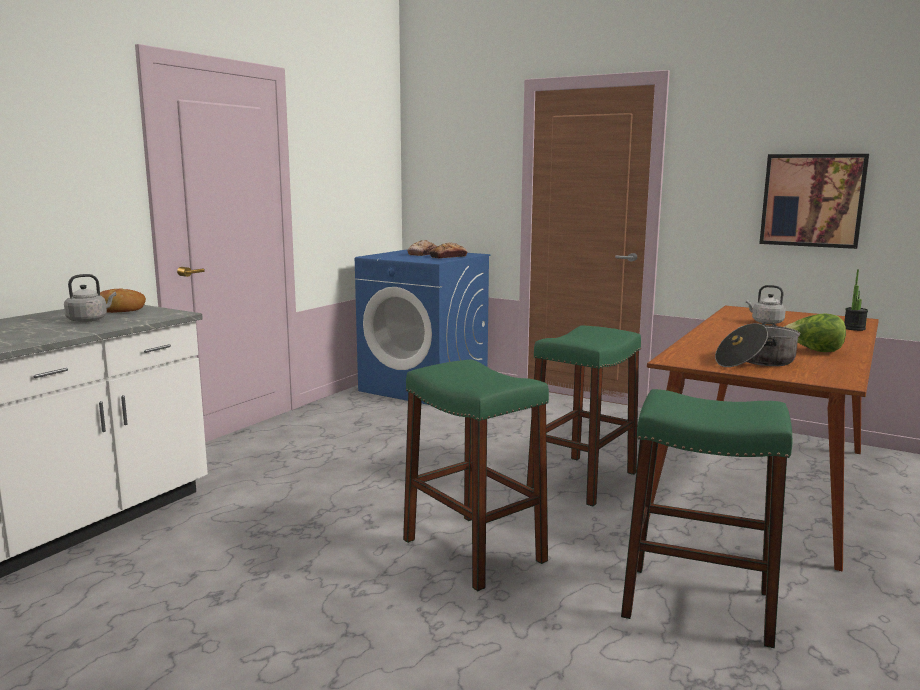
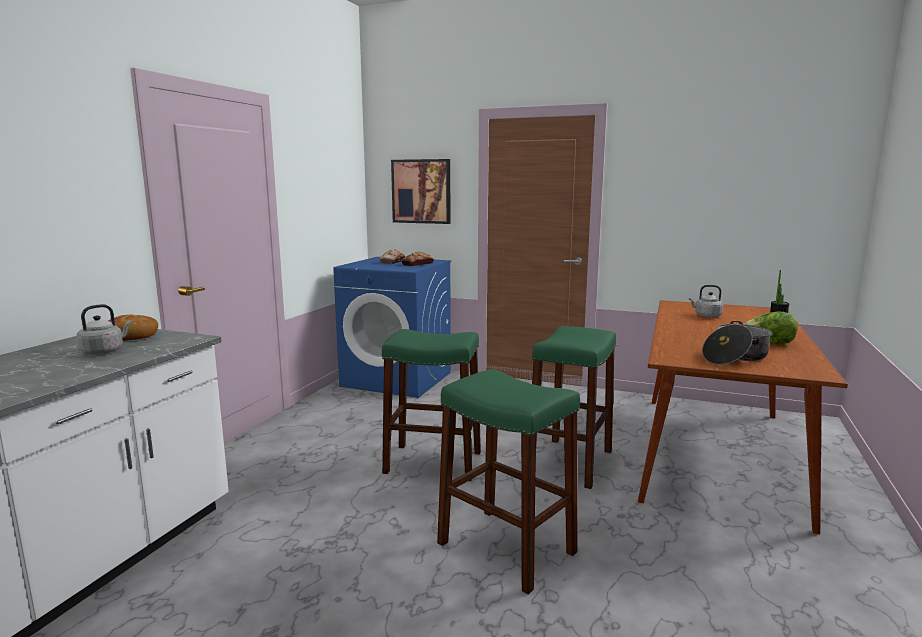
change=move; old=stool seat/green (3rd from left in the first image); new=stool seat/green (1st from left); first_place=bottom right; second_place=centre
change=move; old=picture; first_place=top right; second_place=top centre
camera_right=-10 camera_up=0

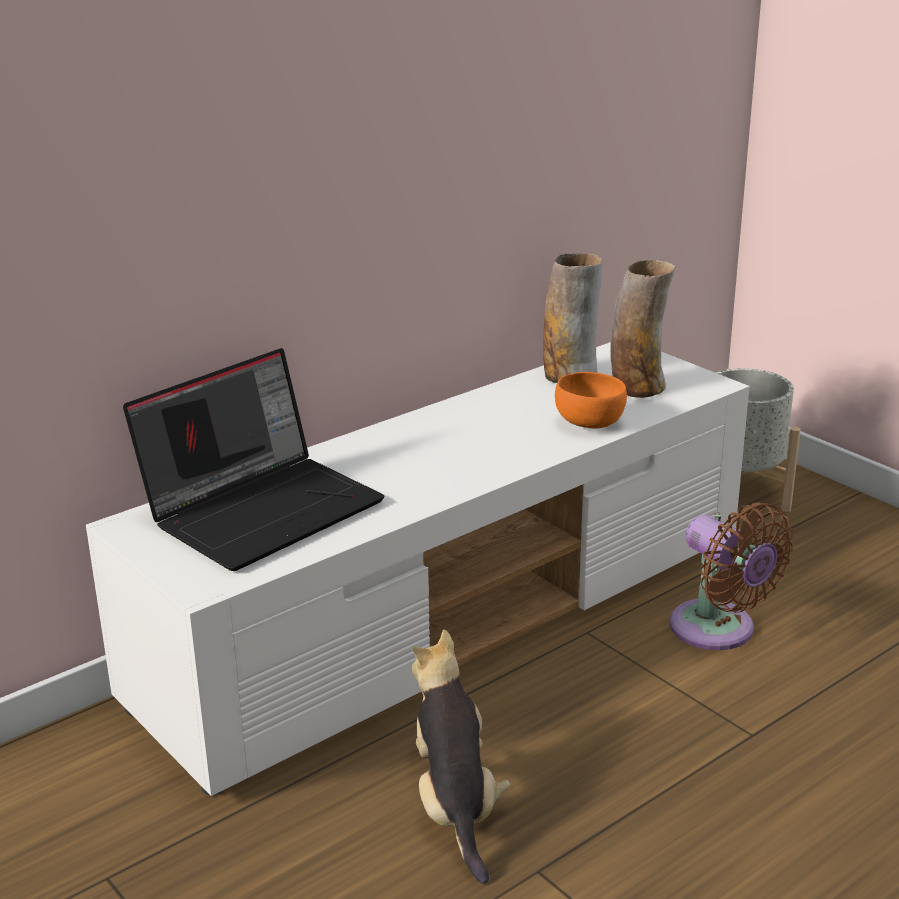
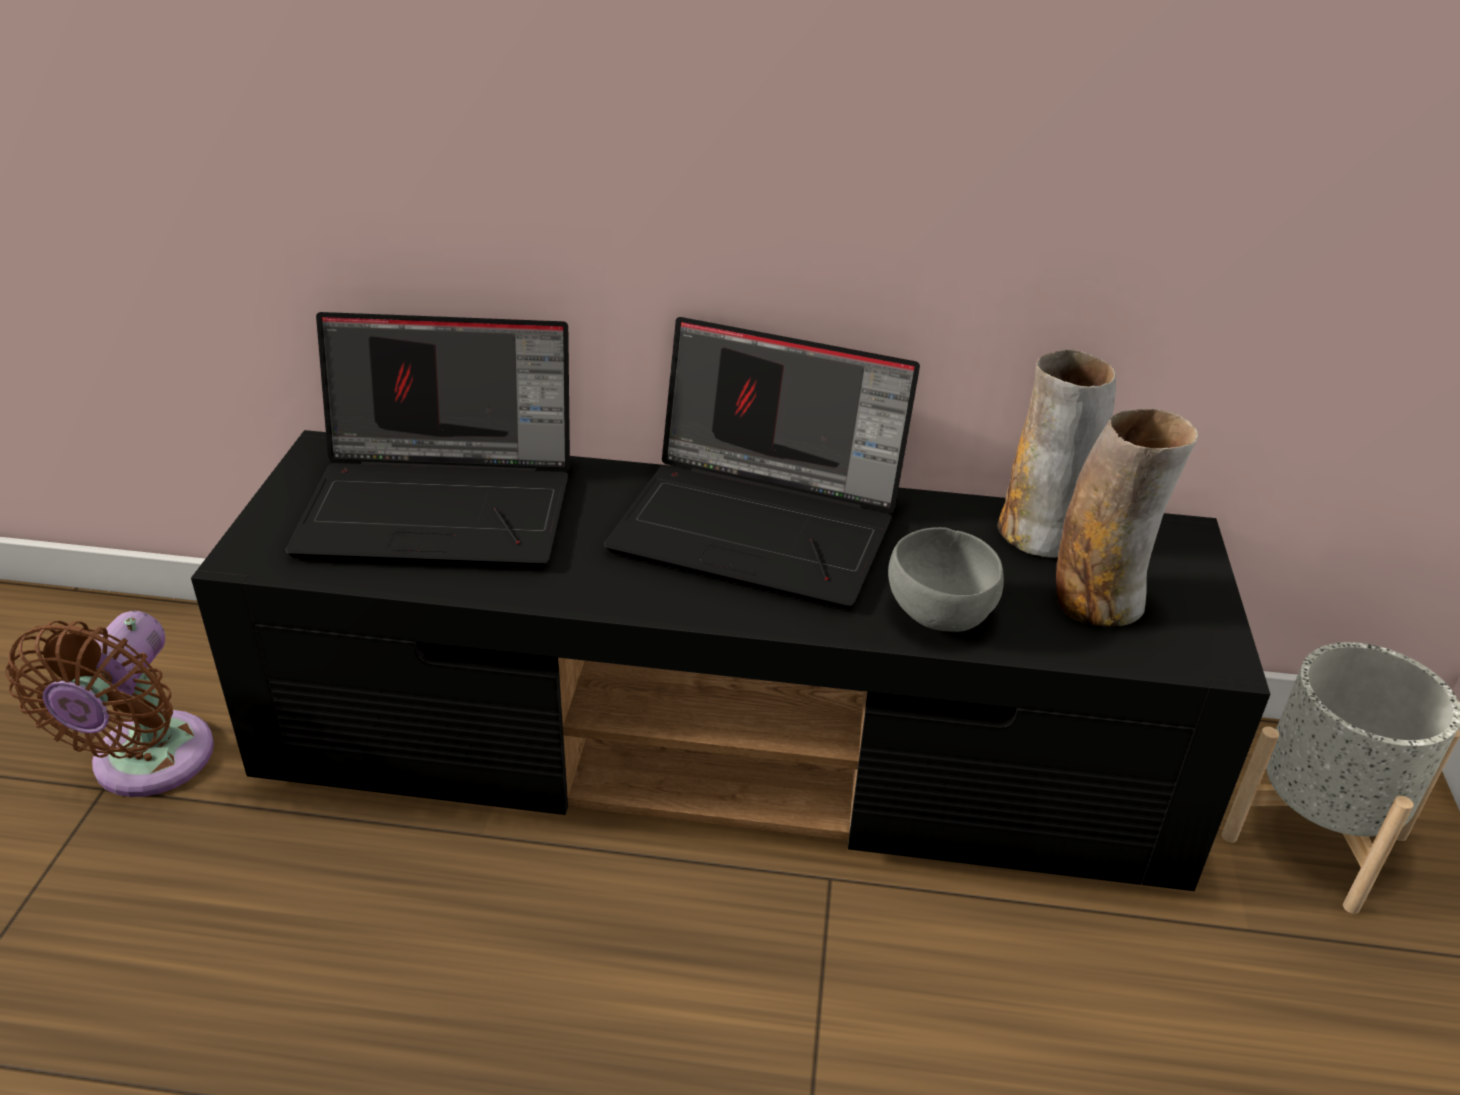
change=move; old=electric fan/brown-coloured; first_place=middle right; second_place=middle left
change=recolor; old=media console/white-coloured; new=media console/blackish; first_place=centre; second_place=centre
change=insert; new=laptop (2nd from left); second_place=centre
change=recolor; old=bowl/orange-coloured; new=bowl/greyish; first_place=centre; second_place=centre
change=delete; old=soft toy; first_place=bottom centre
camera_right=45 camera_up=10

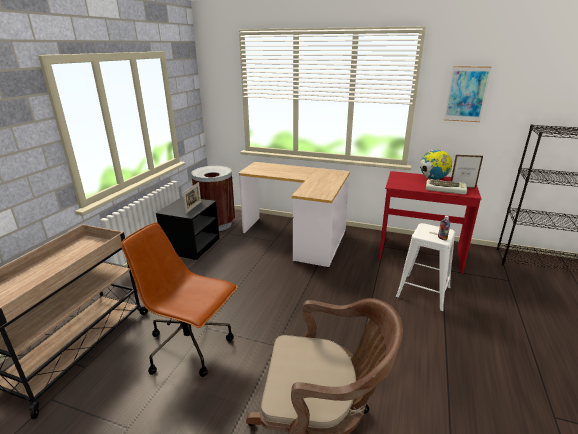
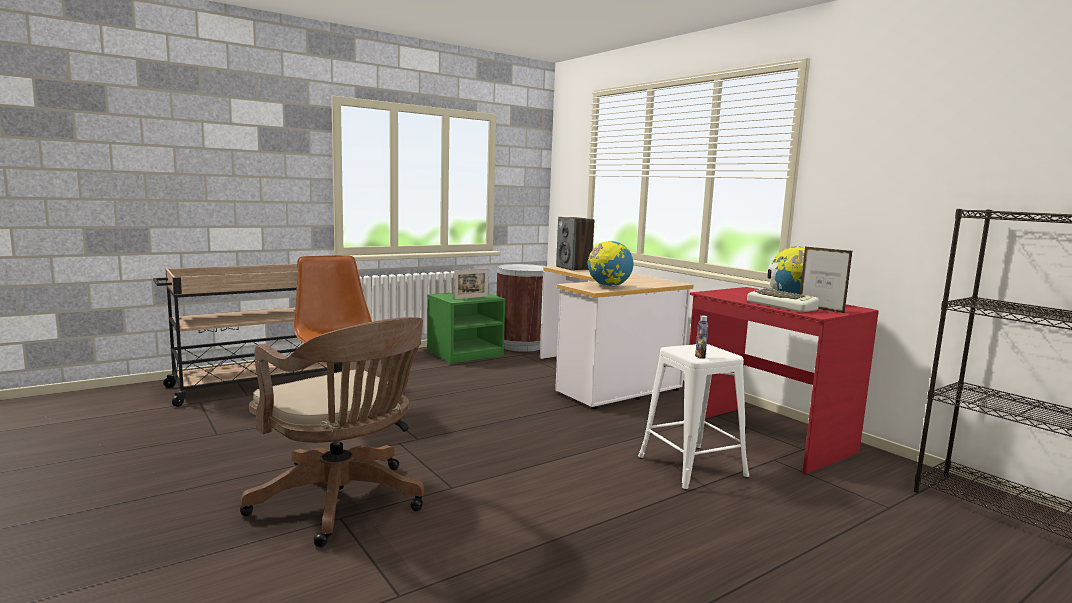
change=recolor; old=bedside table/blackish; new=bedside table/green; first_place=middle left; second_place=centre
change=insert; new=loudspeaker; second_place=centre
change=insert; new=desk globe (1st from left); second_place=centre
change=delete; old=picture; first_place=top right
camera_right=35 camera_up=-15

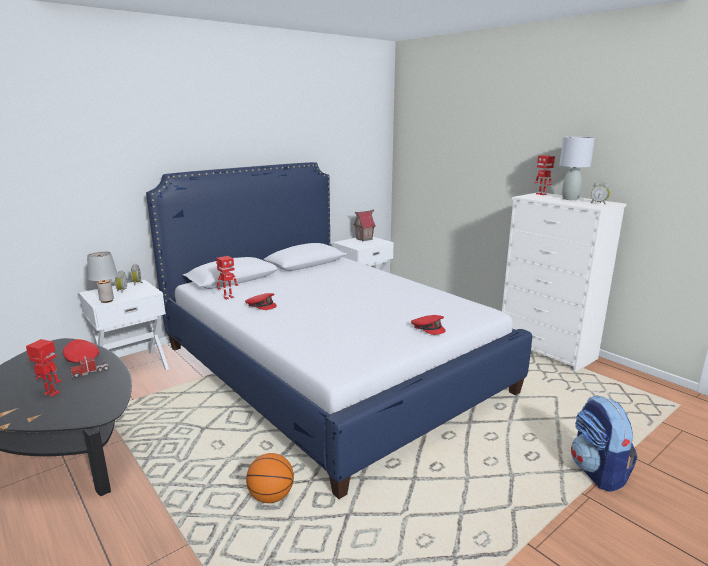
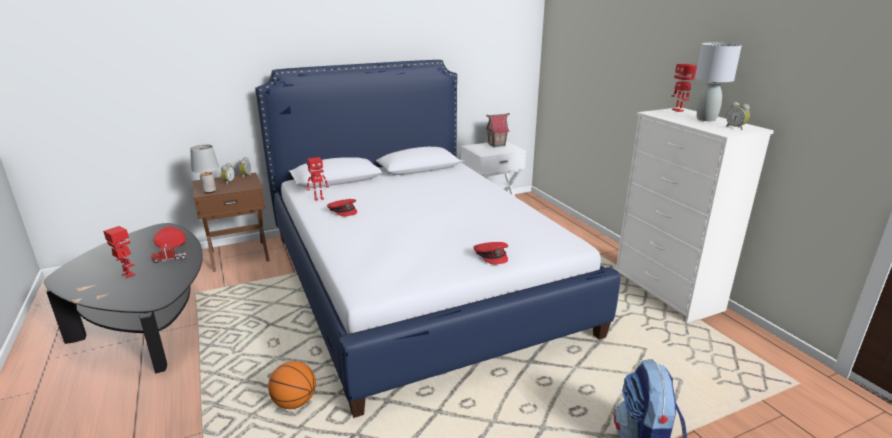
change=recolor; old=bedside table/white-coloured (1st from left); new=bedside table/brown-coloured; first_place=middle left; second_place=middle left
camera_right=15 camera_up=5

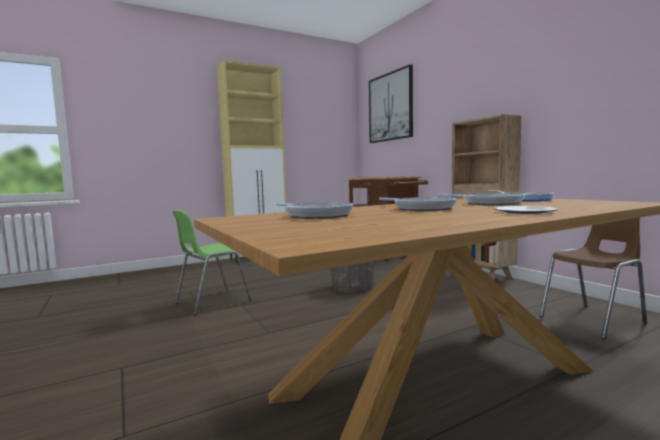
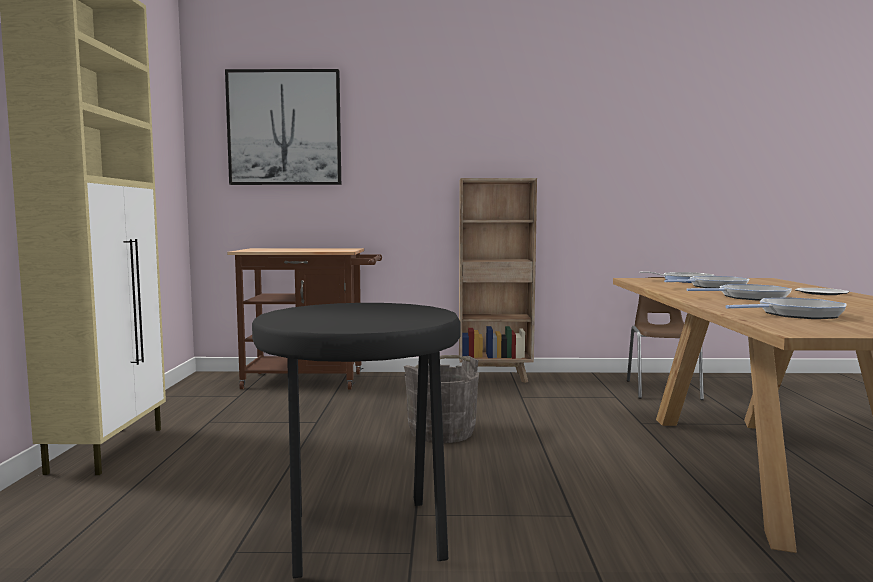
change=replace; old=plain chair/green; new=stool seat/blackish; first_place=middle left; second_place=bottom centre
camera_right=-60 camera_up=0

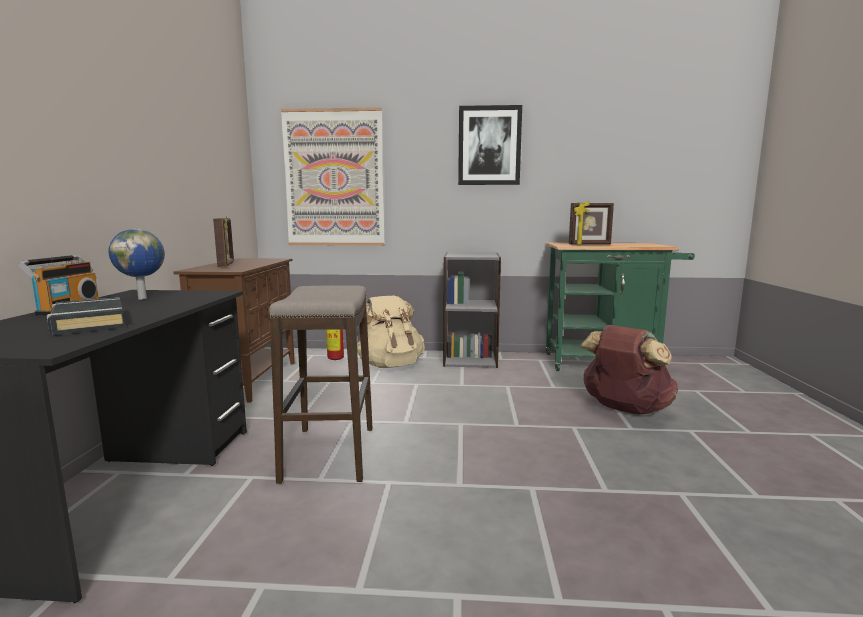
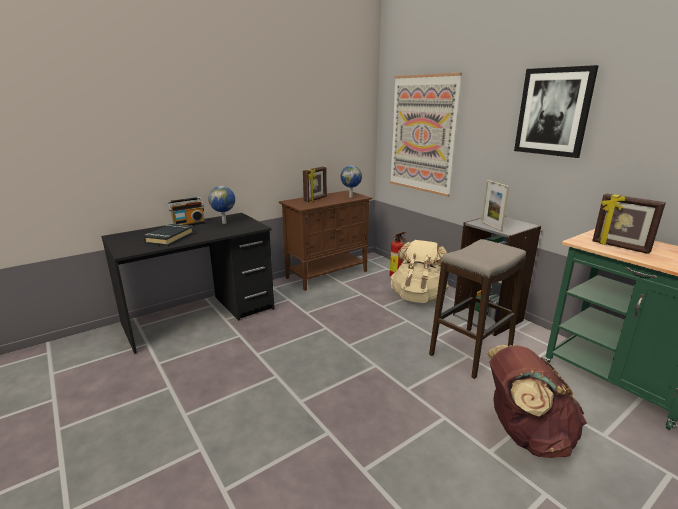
change=insert; new=desk globe (2nd from left); second_place=centre
change=move; old=stool seat; first_place=centre; second_place=middle right
change=insert; new=standing frame (2nd from left); second_place=middle right
camera_right=50 camera_up=10

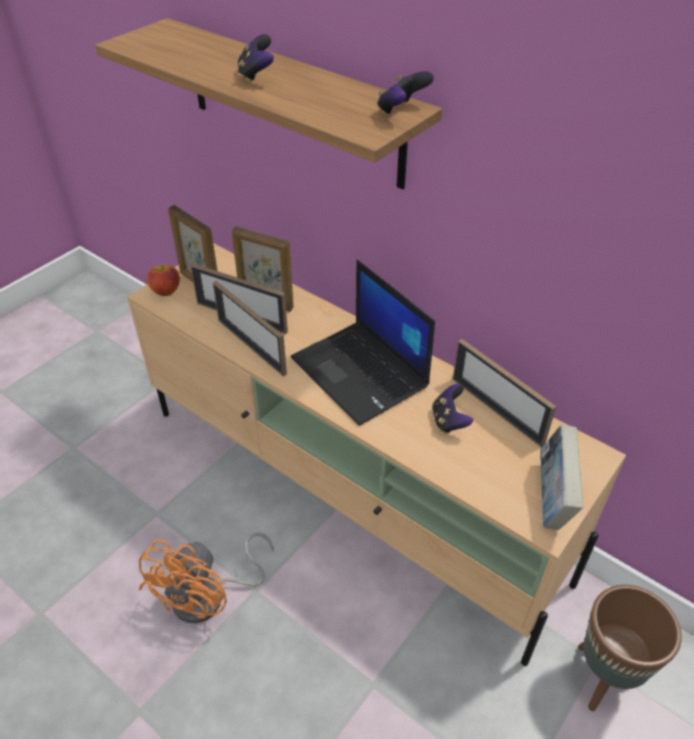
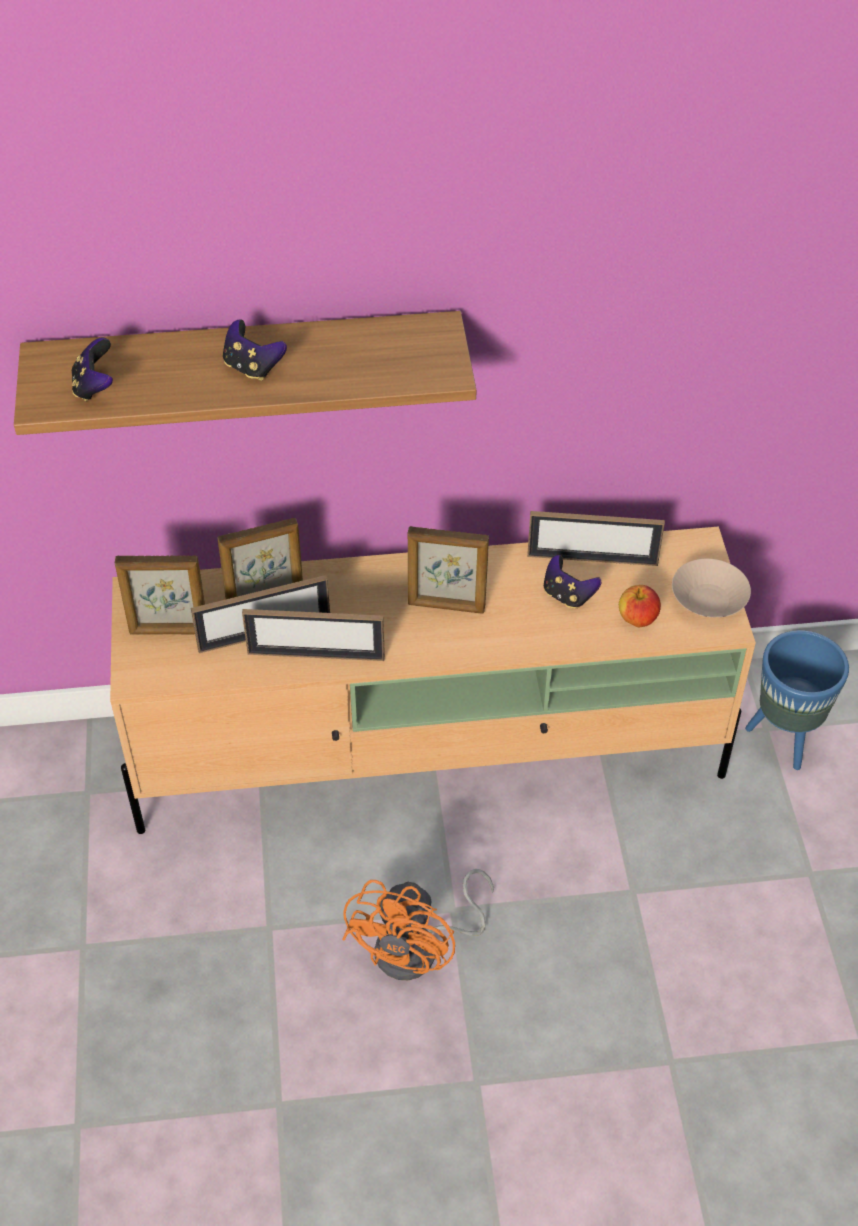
change=move; old=game controller (2nd from left in the first image); new=game controller (1st from left); first_place=top centre; second_place=top left
change=rotate; old=electric fan/orange-coloured; first_place=bottom left; second_place=bottom centre; degrees=45
change=replace; old=laptop; new=standing frame (5th from left); first_place=centre; second_place=centre
change=move; old=apple fruit; first_place=middle left; second_place=middle right
change=replace; old=volume; new=bowl/sand-coloured; first_place=middle right; second_place=middle right
change=recolor; old=flower pot/brown-coloured; new=flower pot/blue; first_place=bottom right; second_place=middle right
camera_right=-45 camera_up=5

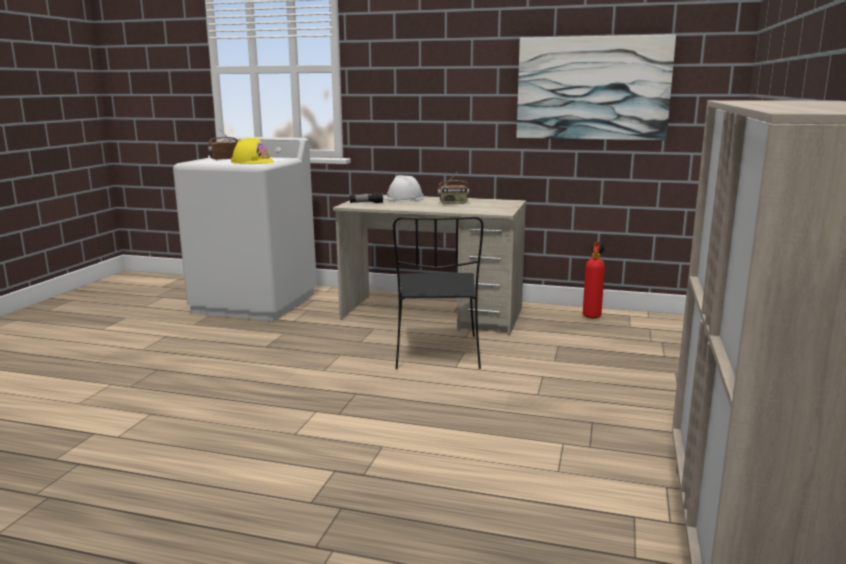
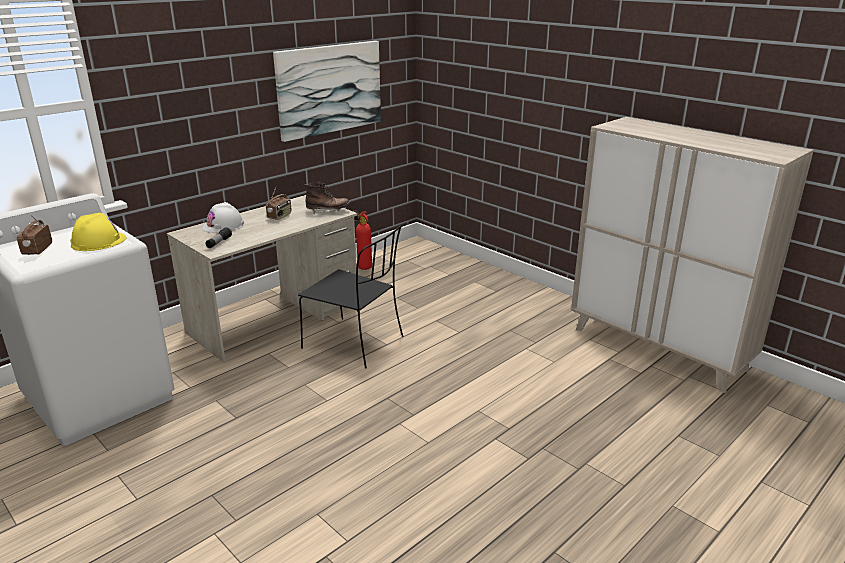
change=insert; new=tall boot/brown-coloured; second_place=centre
camera_right=-60 camera_up=10

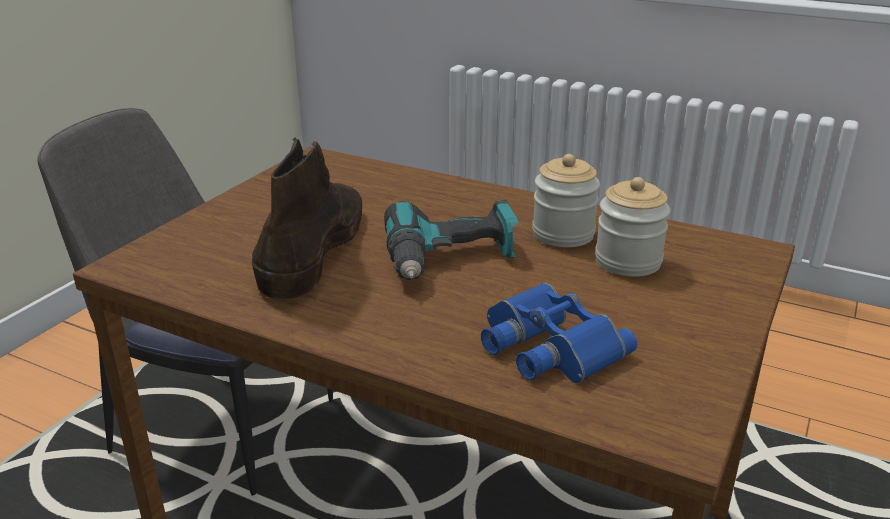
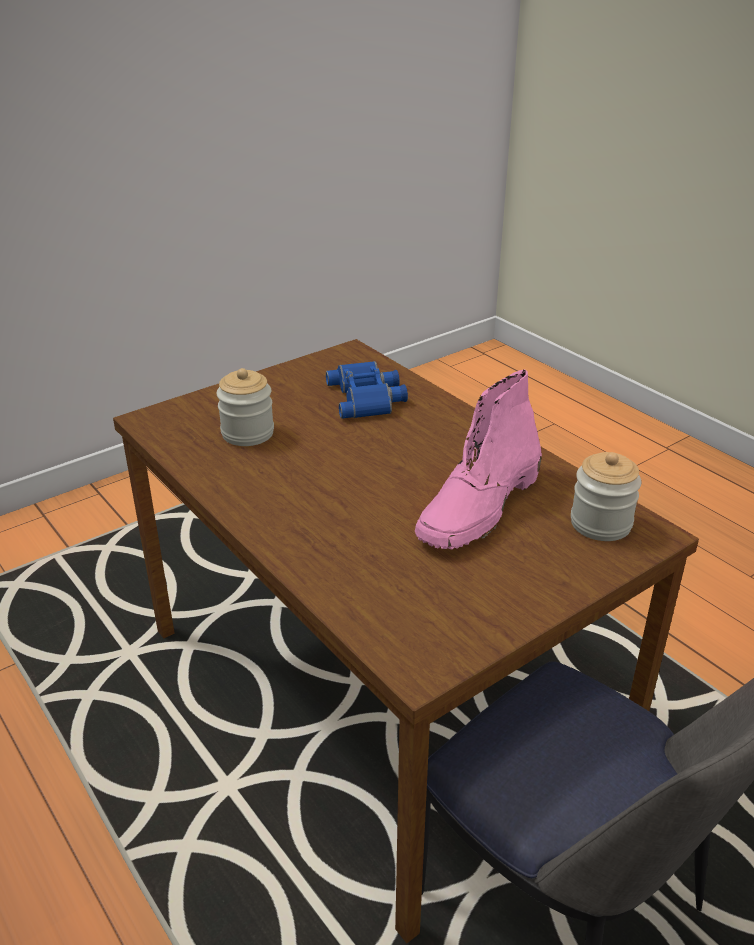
change=recolor; old=tall boot/brown-coloured; new=tall boot/pink; first_place=centre; second_place=centre
change=move; old=jar (1st from left in the first image); new=jar (2nd from left); first_place=centre; second_place=middle right
change=delete; old=electric drill; first_place=centre
camera_right=-155 camera_up=5

